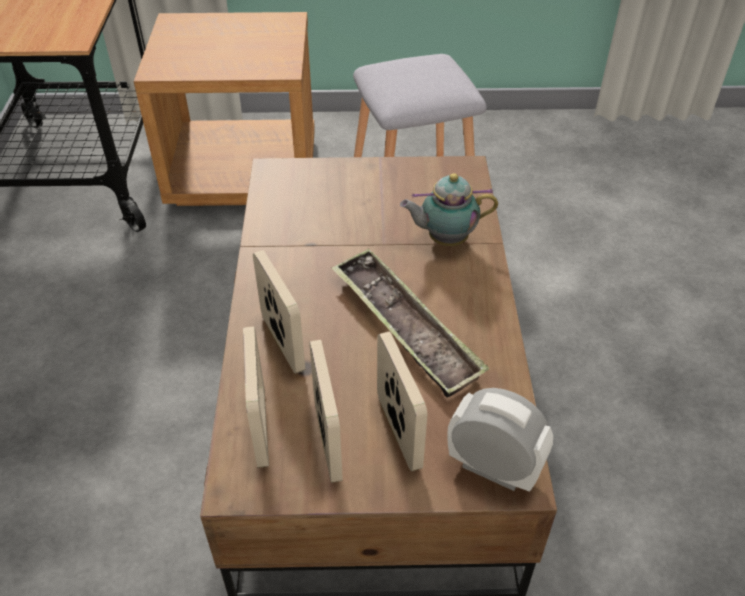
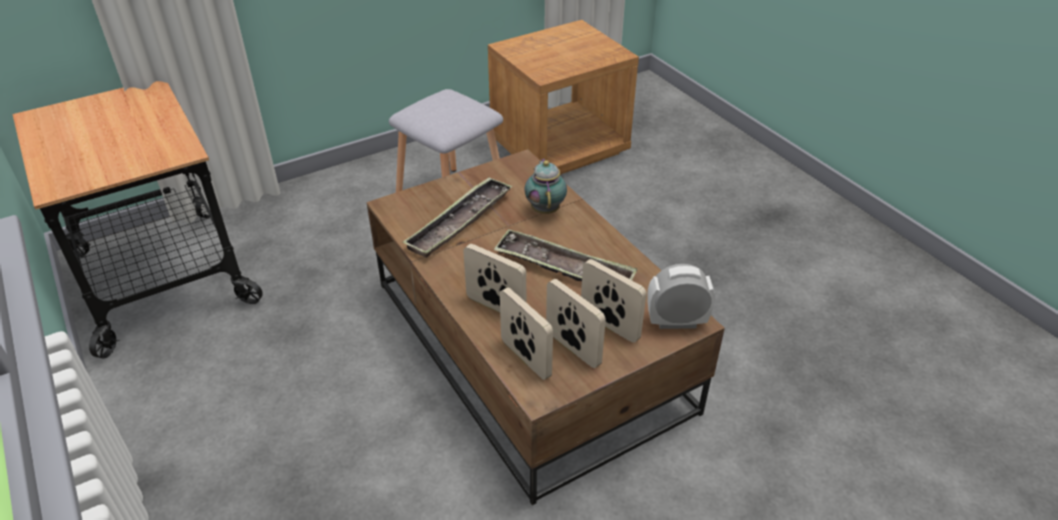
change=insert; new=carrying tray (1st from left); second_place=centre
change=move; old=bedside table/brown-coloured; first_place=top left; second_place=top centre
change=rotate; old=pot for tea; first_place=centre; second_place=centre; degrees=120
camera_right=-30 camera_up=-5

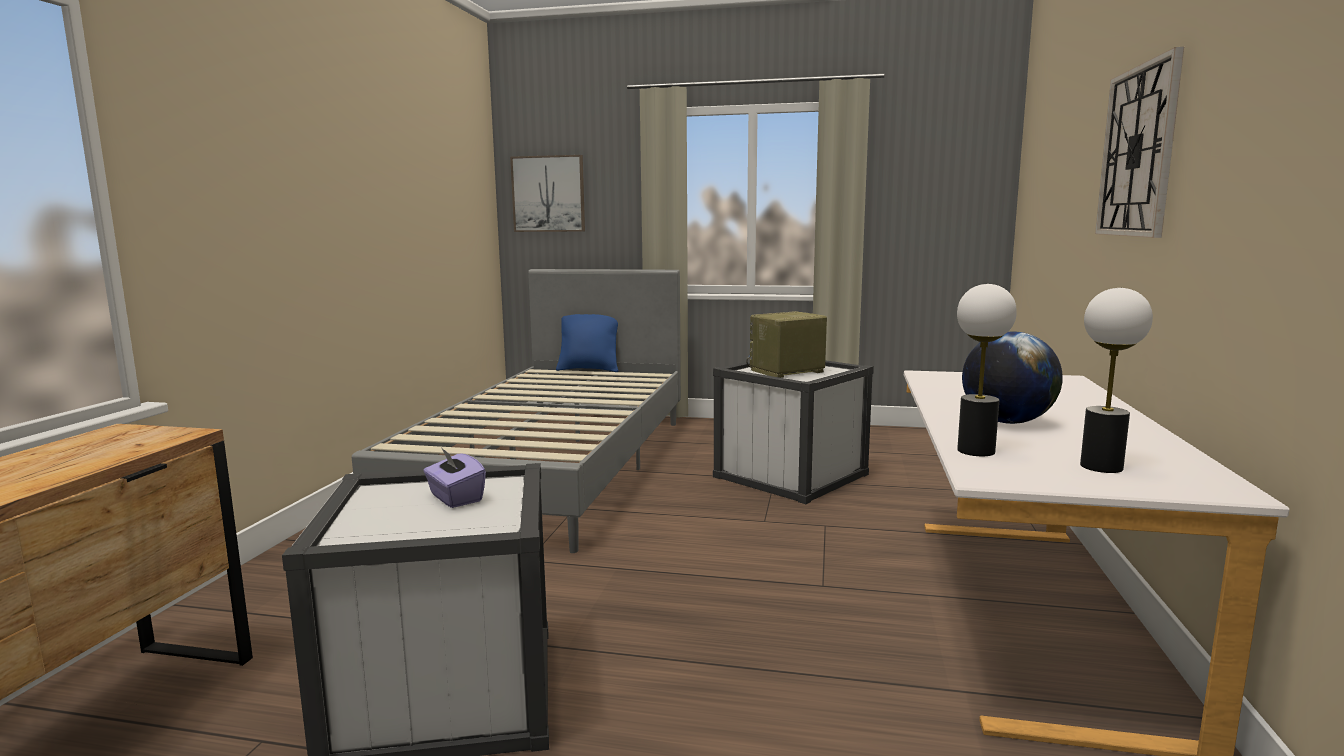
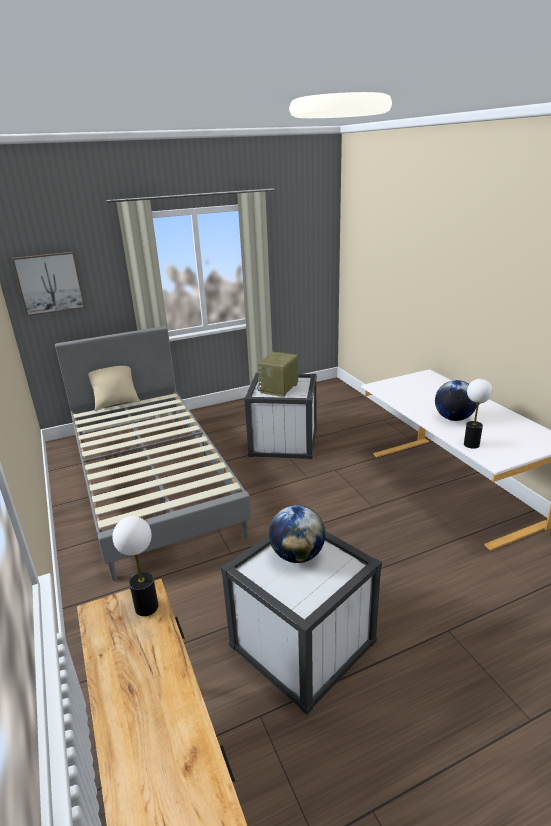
change=recolor; old=pillow/blue; new=pillow/sand-coloured; first_place=centre; second_place=middle left
change=move; old=tabletop lamp (2nd from left in the first image); new=tabletop lamp (1st from left); first_place=middle right; second_place=bottom left
change=replace; old=tissue holder/purple; new=desk globe (1st from left); first_place=centre; second_place=centre
change=delete; old=clock on the wall; first_place=top right
camera_right=-35 camera_up=15

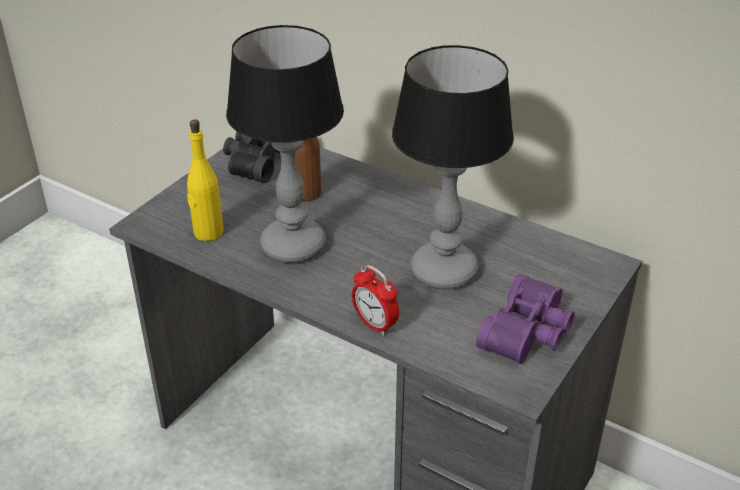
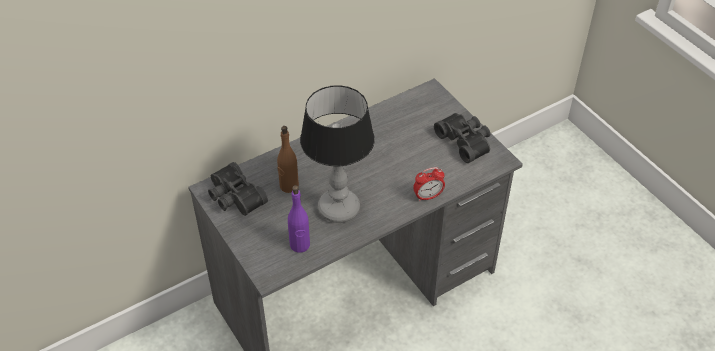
change=recolor; old=drink bottle/yellow-coloured; new=drink bottle/purple; first_place=middle left; second_place=centre
change=recolor; old=field glasses/purple; new=field glasses/blackish (2nd from left); first_place=middle right; second_place=centre
change=delete; old=tabletop lamp (2nd from left); first_place=centre
camera_right=-65 camera_up=10

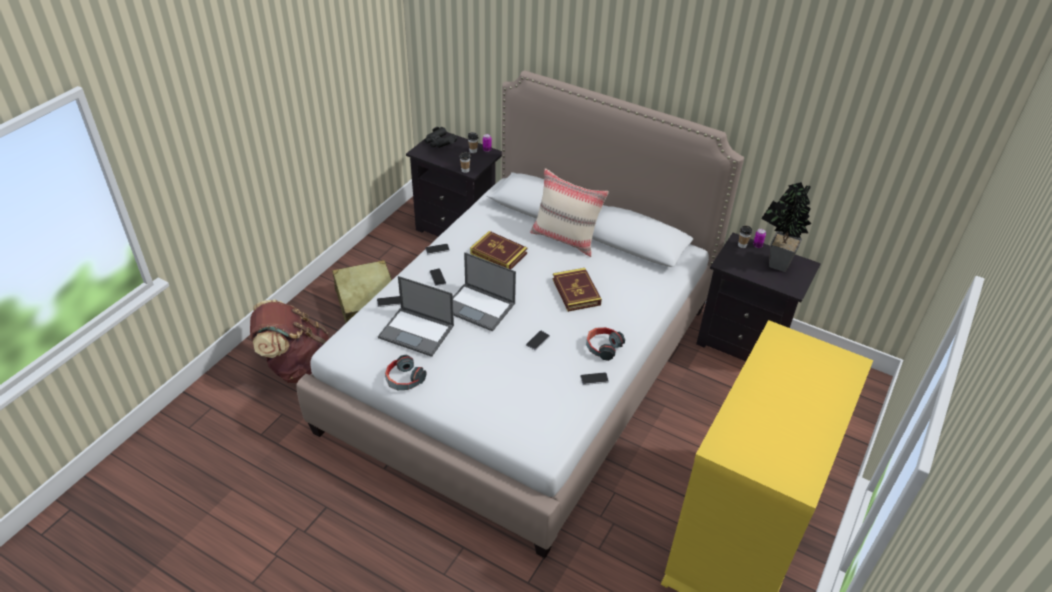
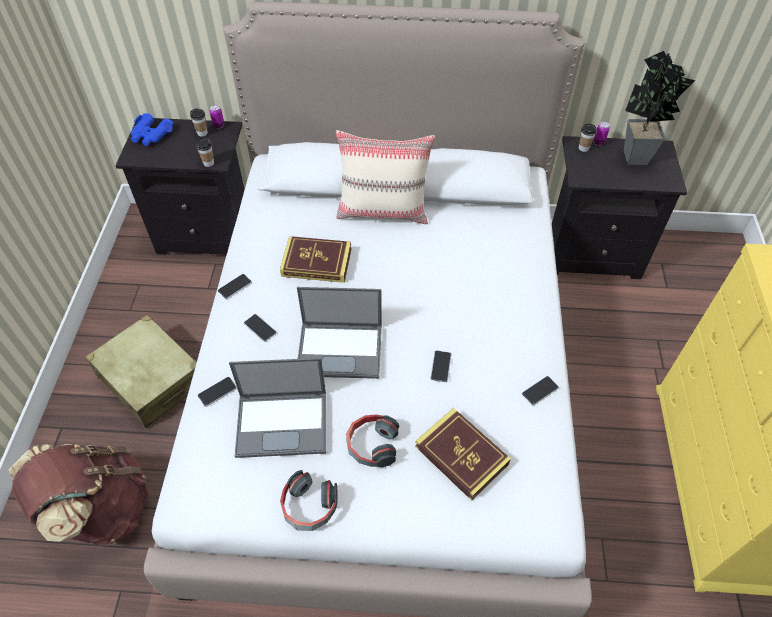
change=recolor; old=field glasses/blackish; new=field glasses/blue; first_place=top centre; second_place=top left
change=move; old=pair of headphones (2nd from left); first_place=centre; second_place=bottom centre
change=move; old=volume (2nd from left); first_place=centre; second_place=bottom centre
camera_right=-25 camera_up=10

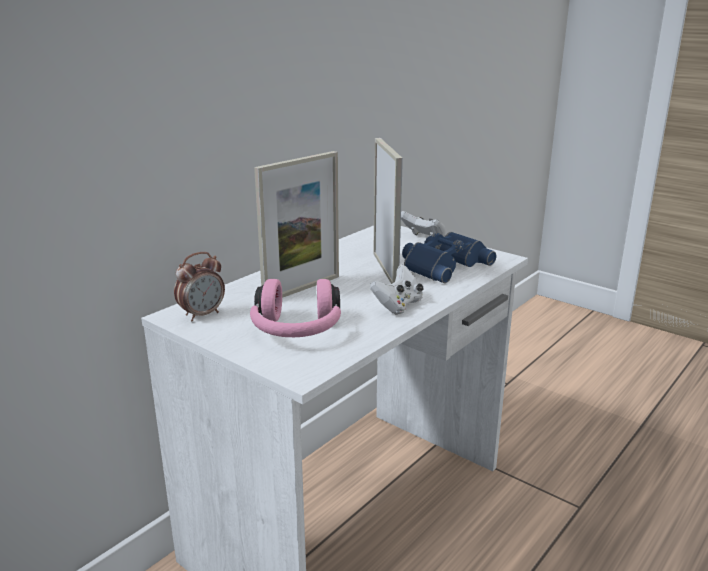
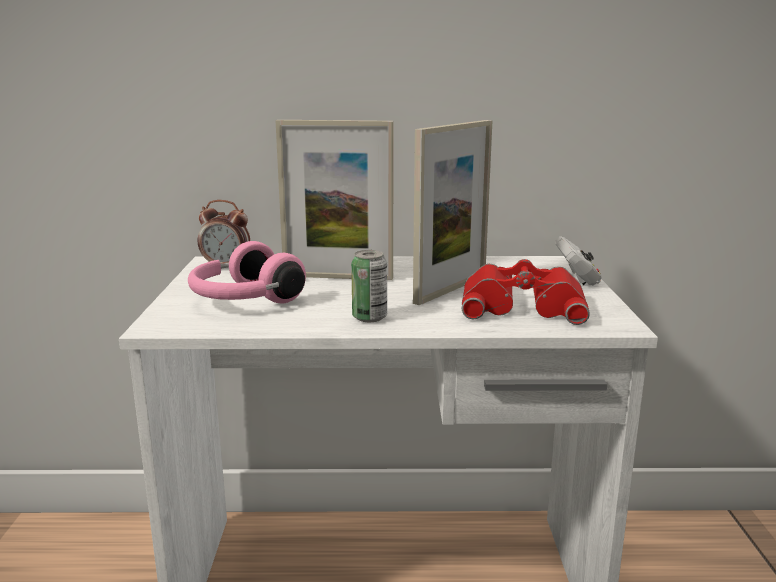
change=replace; old=game controller/white-coloured (1st from left); new=sealed can; first_place=centre; second_place=centre
change=recolor; old=field glasses/blue; new=field glasses/red-coloured; first_place=centre; second_place=middle right
camera_right=50 camera_up=-5

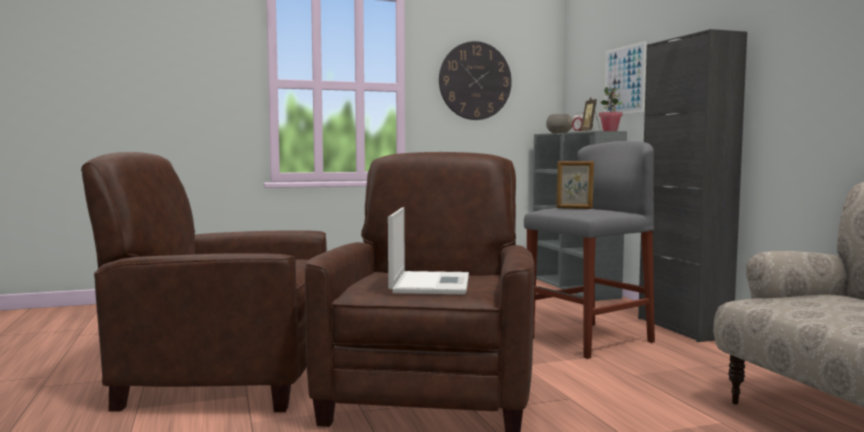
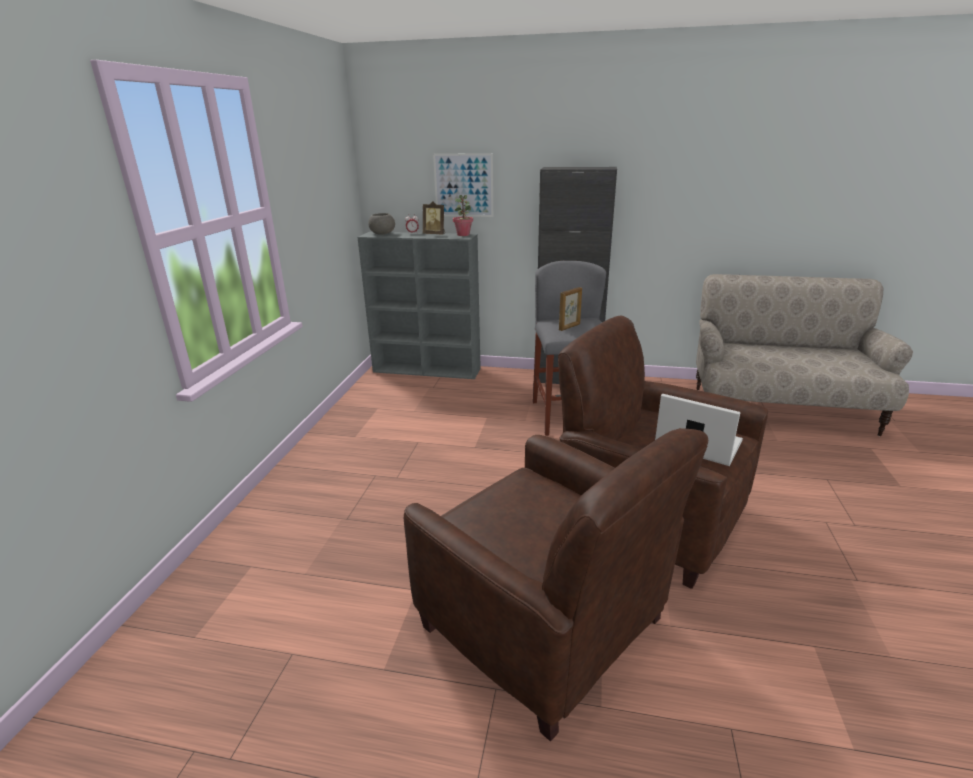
change=rotate; old=easy chair/brown-coloured (1st from left); first_place=middle left; second_place=bottom centre; degrees=-75
change=delete; old=clock on the wall; first_place=top centre
camera_right=-60 camera_up=20

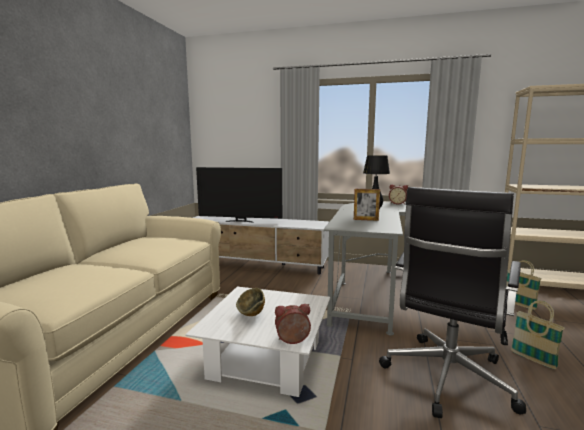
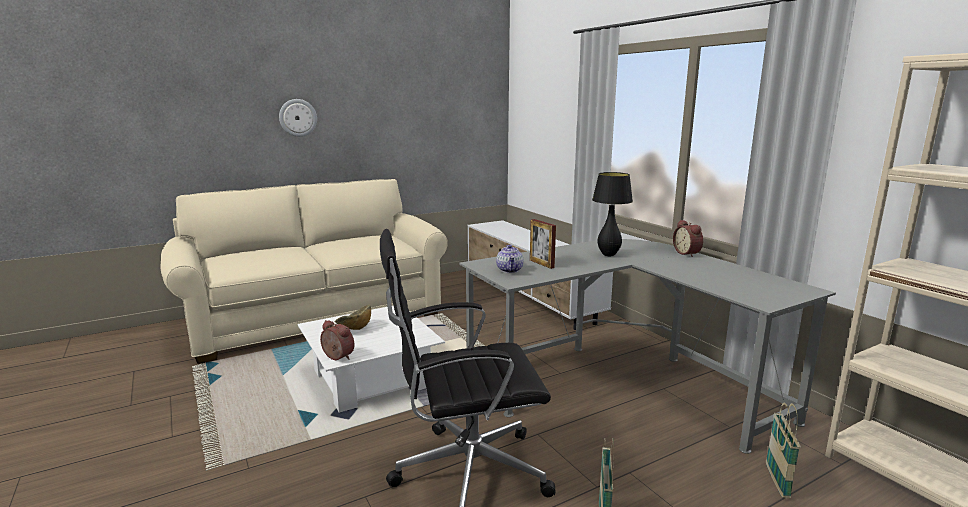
change=insert; new=clock on the wall; second_place=top left
change=insert; new=pot for tea; second_place=centre
change=delete; old=television; first_place=centre
camera_right=45 camera_up=5

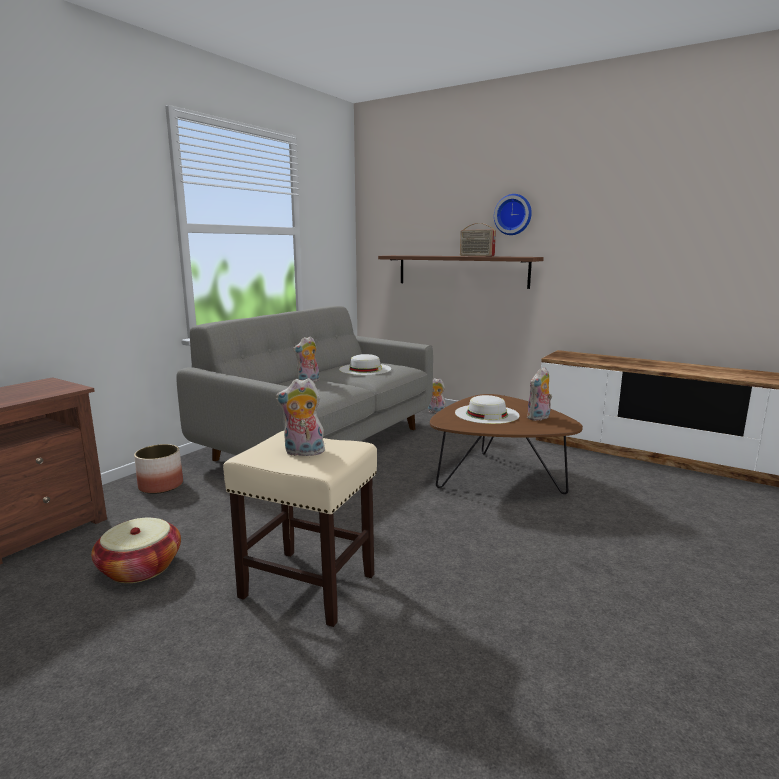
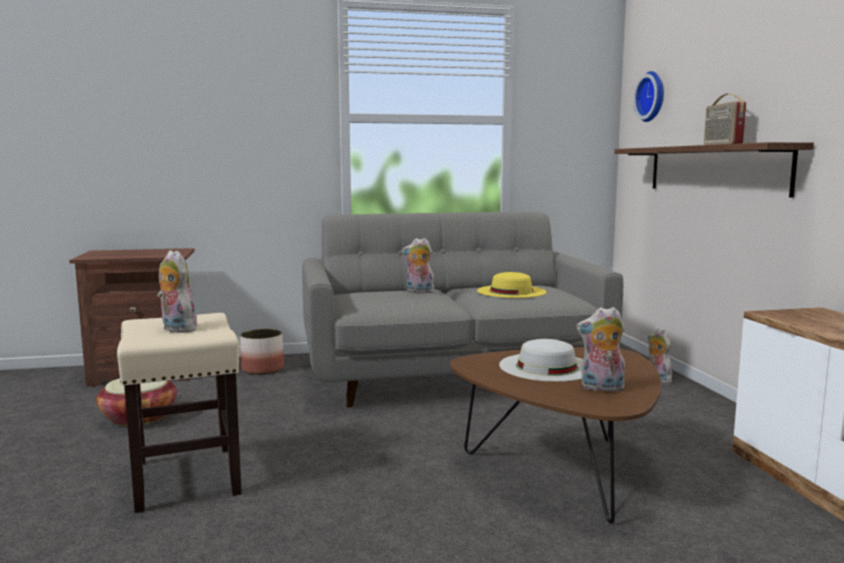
change=recolor; old=clothing hat/white-coloured (1st from left); new=clothing hat/yellow-coloured; first_place=centre; second_place=centre
change=move; old=clock on the wall; first_place=top centre; second_place=top right
camera_right=45 camera_up=-5

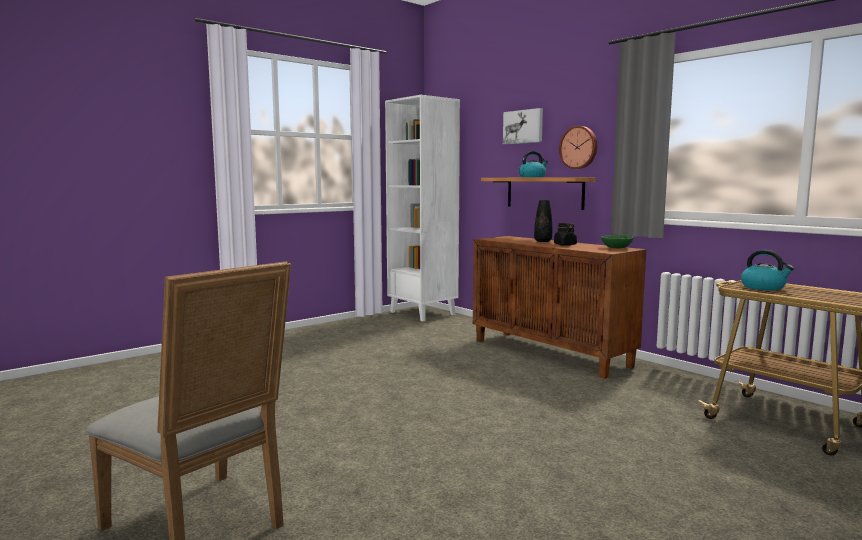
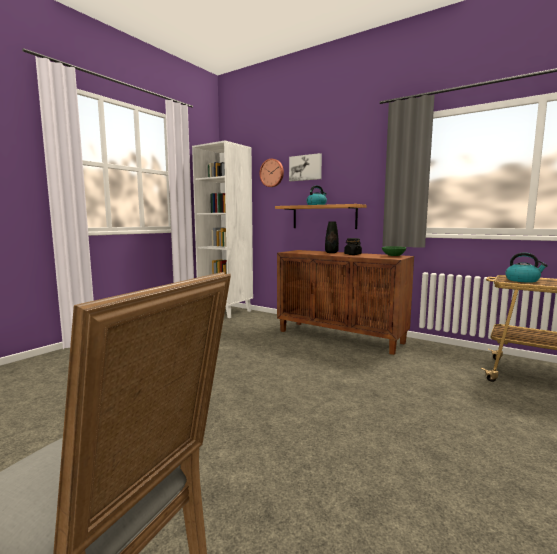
change=move; old=clock on the wall; first_place=top right; second_place=top centre
camera_right=-15 camera_up=0

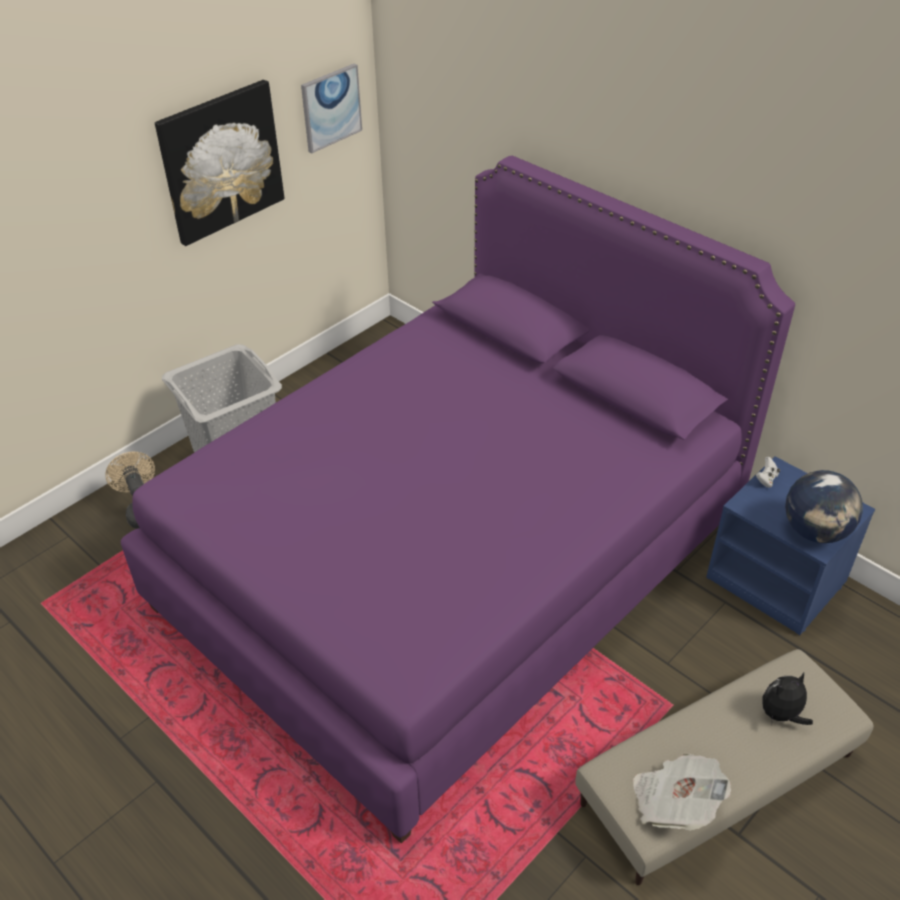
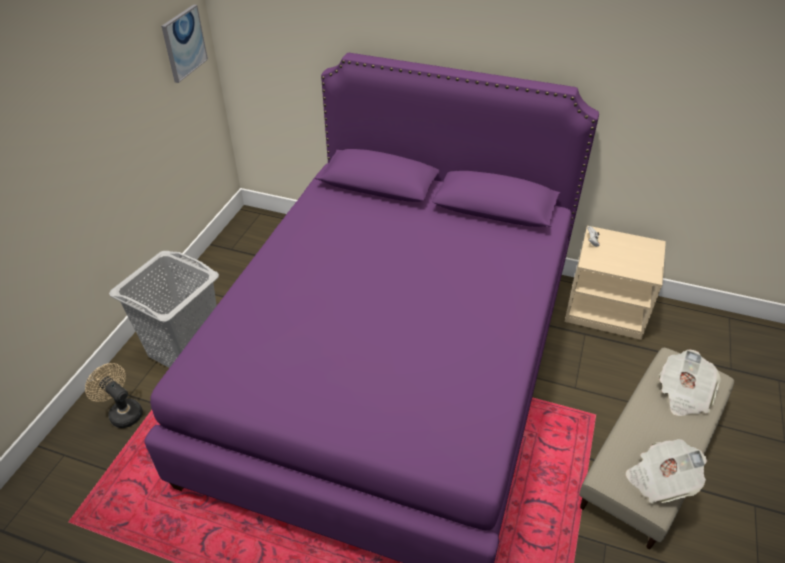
change=recolor; old=bedside table/blue; new=bedside table/sand-coloured; first_place=middle right; second_place=middle right
change=replace; old=soft toy; new=printed paper (2nd from left); first_place=bottom right; second_place=bottom right
change=delete; old=picture (1st from left); first_place=top left
change=delete; old=desk globe; first_place=middle right
camera_right=-25 camera_up=0

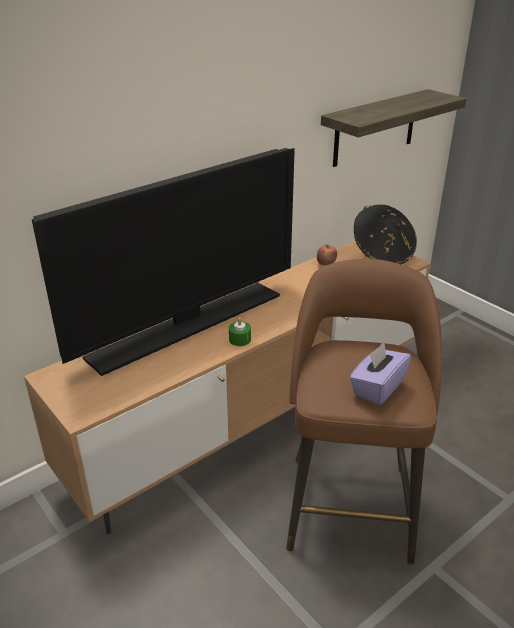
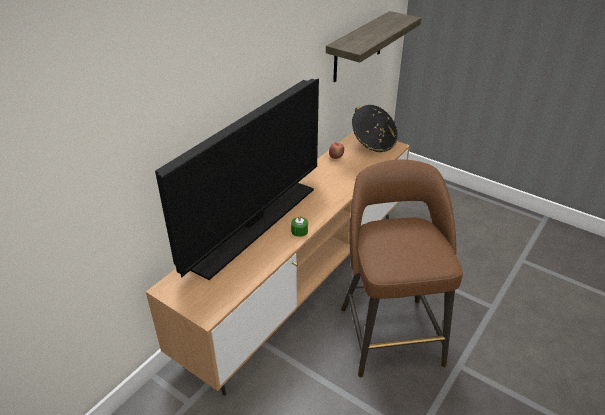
change=delete; old=tissue holder/purple; first_place=middle right
camera_right=-15 camera_up=5

